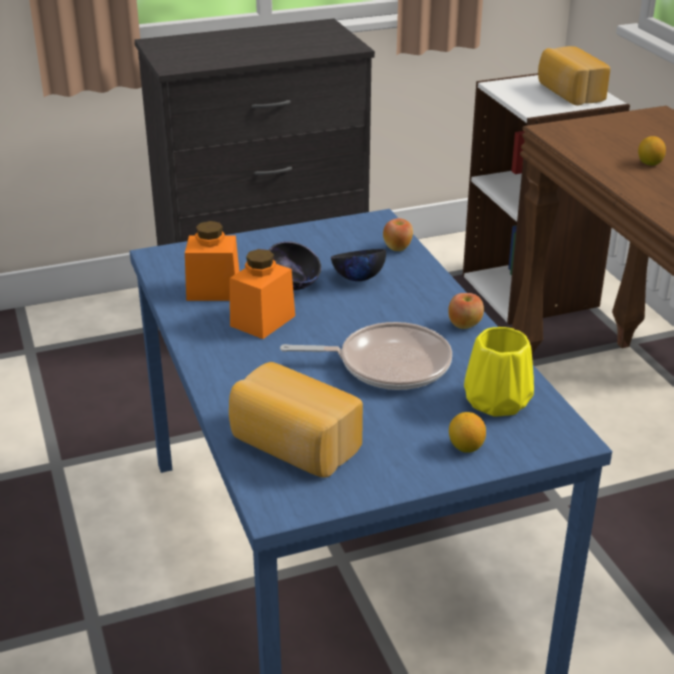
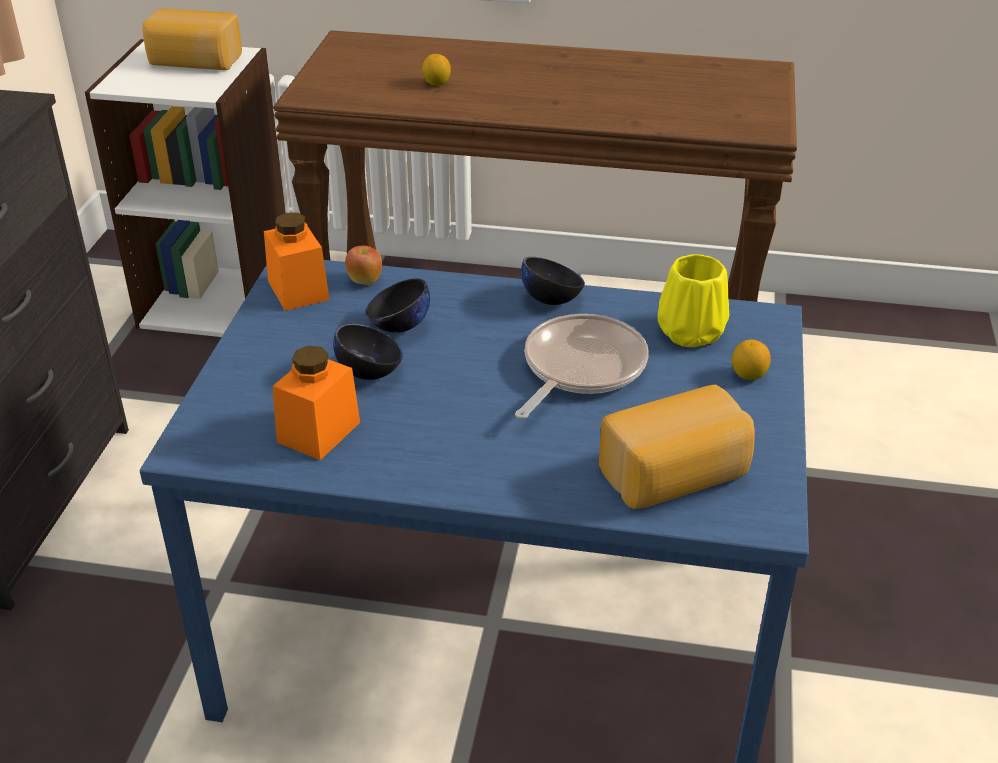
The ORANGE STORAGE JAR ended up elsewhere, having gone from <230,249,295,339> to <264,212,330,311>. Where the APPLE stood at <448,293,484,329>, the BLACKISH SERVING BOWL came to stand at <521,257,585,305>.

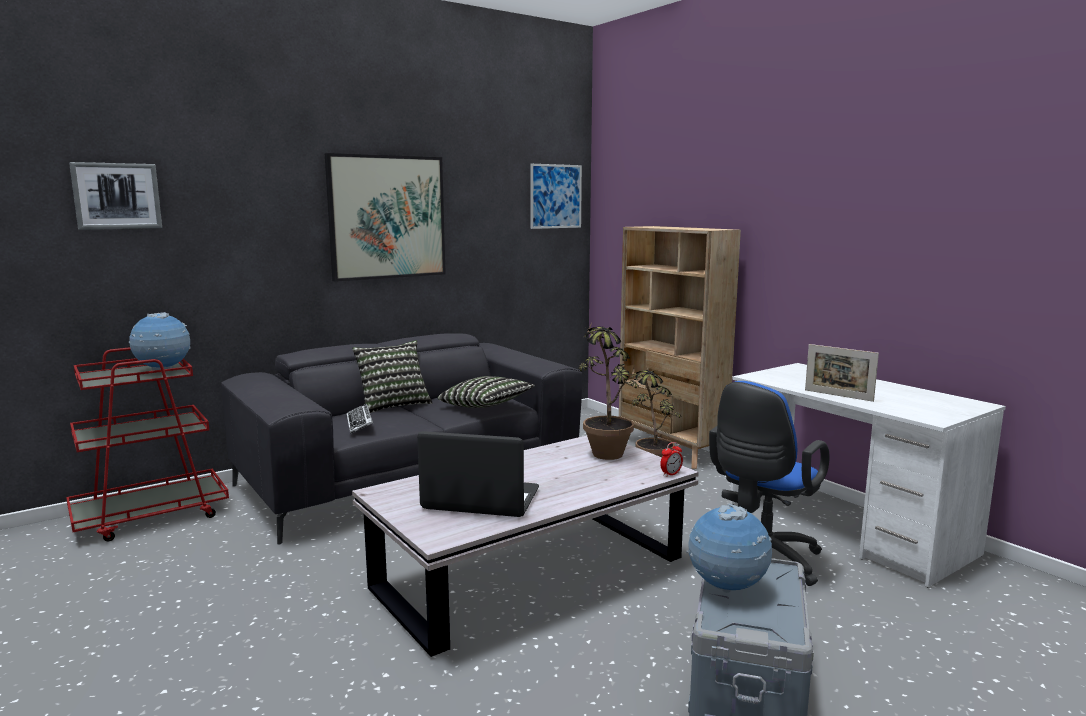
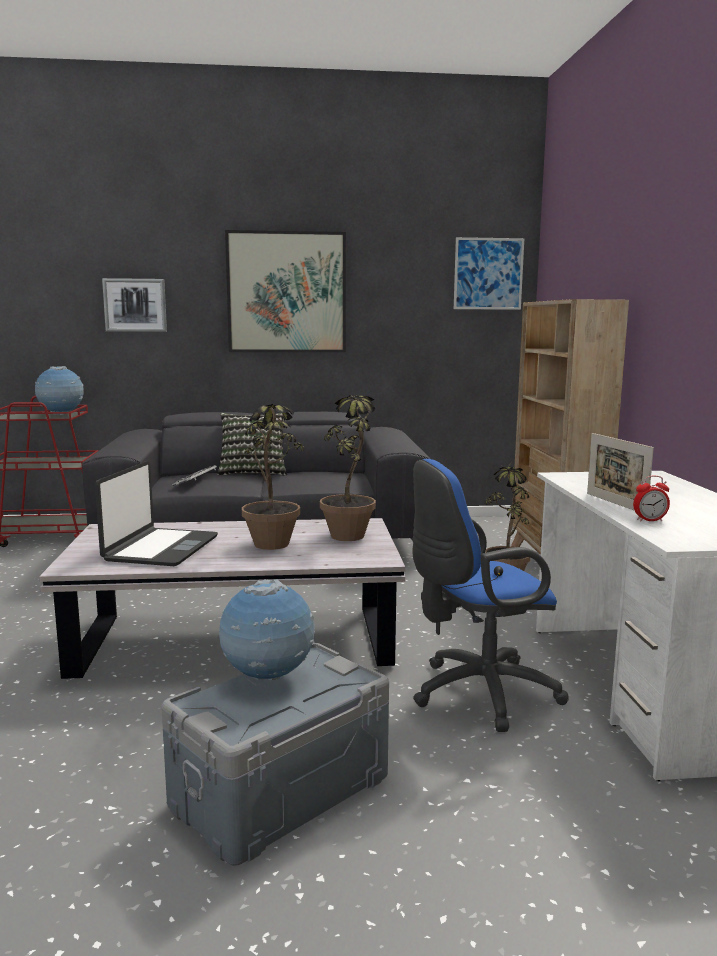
The LAPTOP at <417,431,539,517> ended up facing another way, 60 degrees clockwise from before. The WALL ART ended up elsewhere, having gone from <69,162,162,230> to <102,278,167,332>. The second view gained the POTTED PLANT at <242,404,304,550>. The BEDSIDE CLOCK ended up elsewhere, having gone from <660,442,683,477> to <633,476,670,522>. The second view lost the PILLOW at <438,376,535,408>.

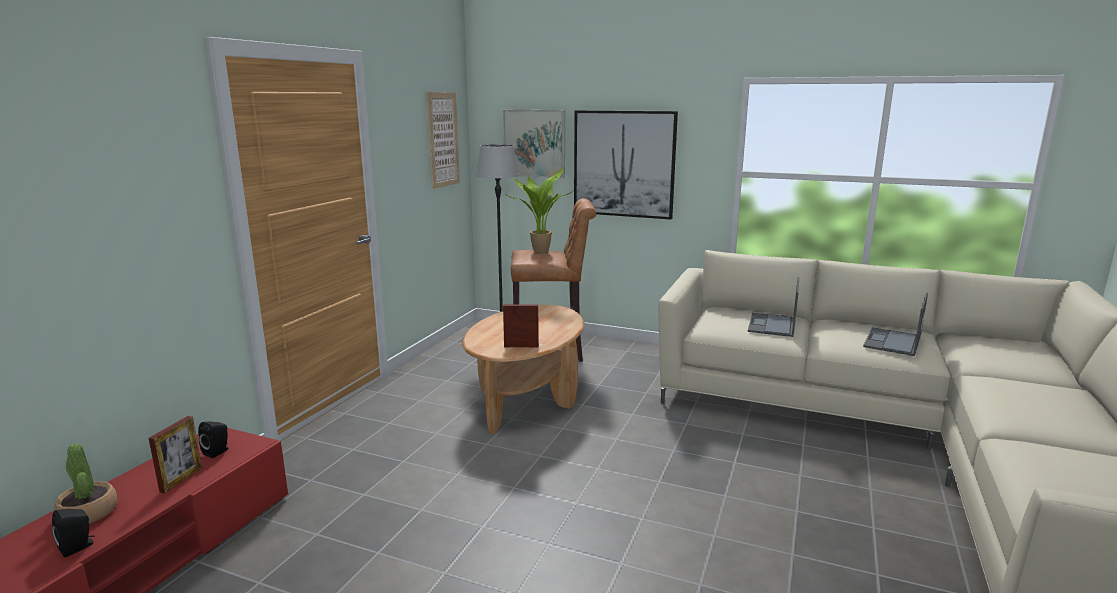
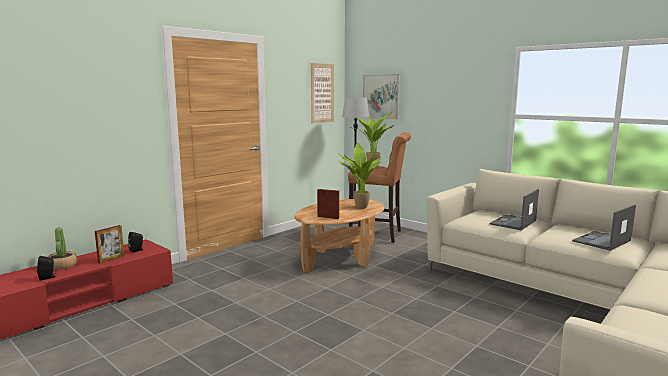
The second view gained the POTTED PLANT at <338,142,381,209>. The second view lost the WALL ART at <574,110,678,219>.

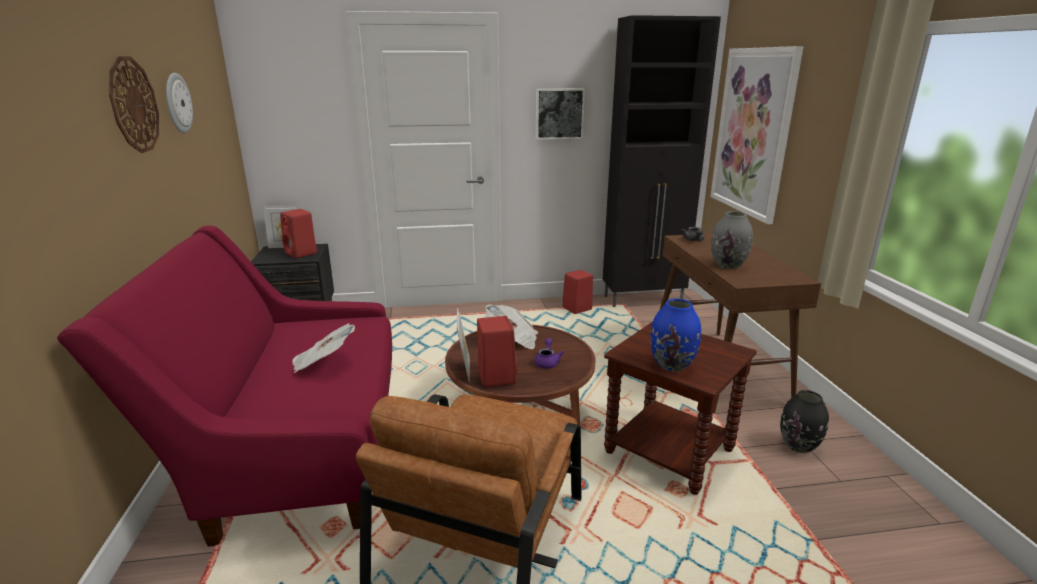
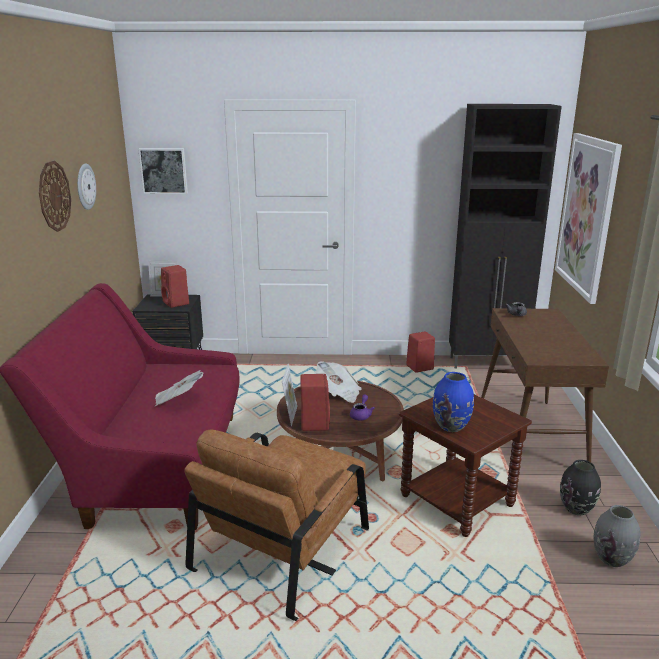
The WALL ART ended up elsewhere, having gone from <536,89,585,140> to <138,148,188,194>. The GRAY VASE ended up elsewhere, having gone from <711,211,753,269> to <594,505,641,567>.

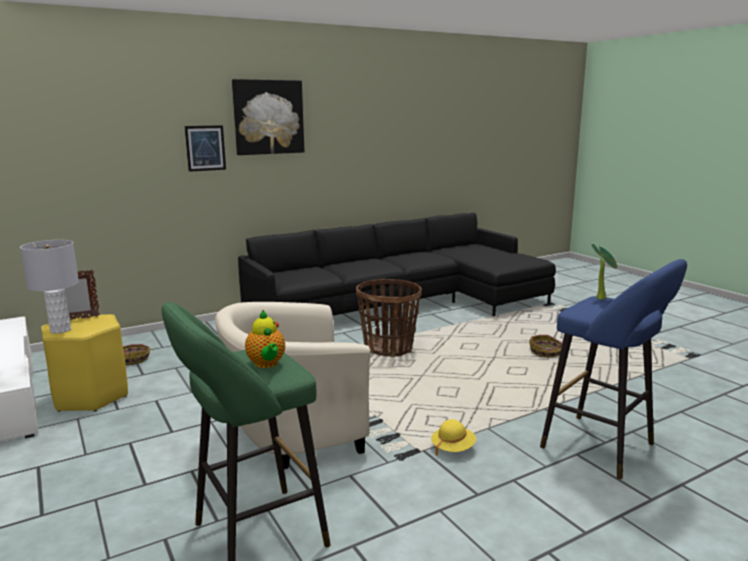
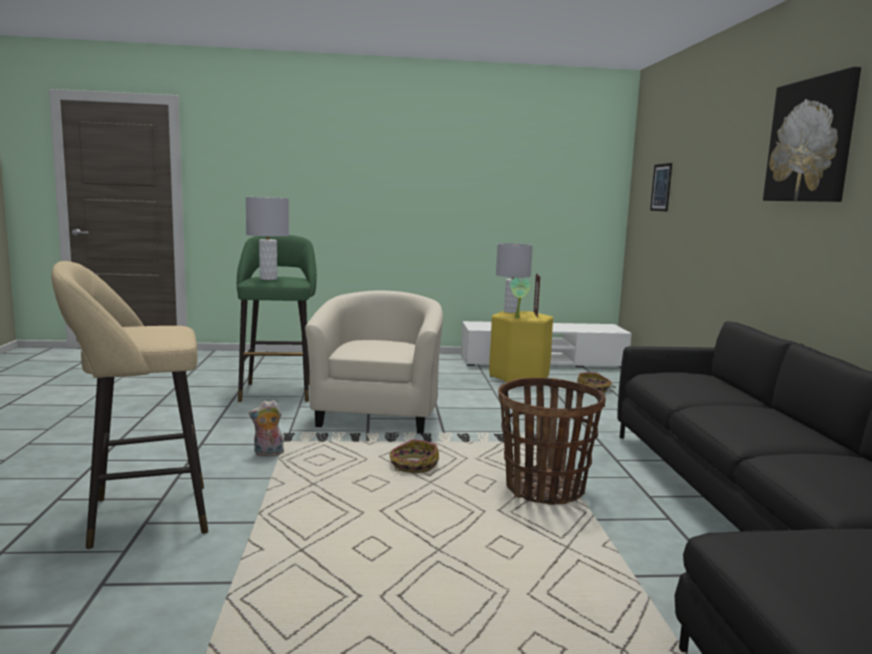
What was the BLUE-COLOURED SITTING STOOL at <540,259,687,479> turned into the BEIGE-COLOURED SITTING STOOL at <51,261,208,549>. Where the POT FOR TEA stood at <245,310,285,368>, the GRAY TABLE LAMP came to stand at <246,197,289,280>. Where the YELLOW-COLOURED WEARABLE HAT stood at <431,419,476,455>, the PLUSH TOY came to stand at <249,400,284,456>. The BASKET ended up elsewhere, having gone from <529,335,562,357> to <389,439,439,473>. The POTTED PLANT ended up elsewhere, having gone from <592,243,617,300> to <510,278,530,318>. The WALL ART ended up elsewhere, having gone from <185,125,226,172> to <650,163,672,212>.

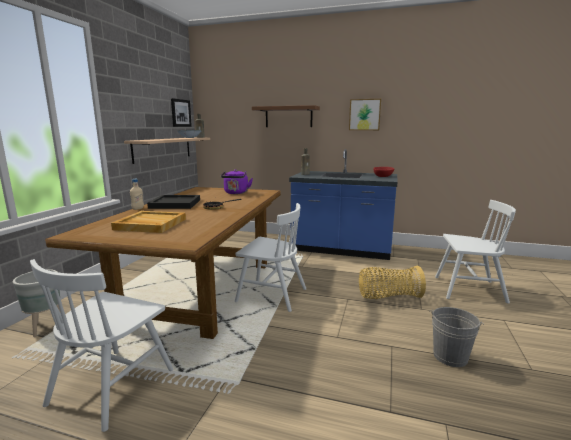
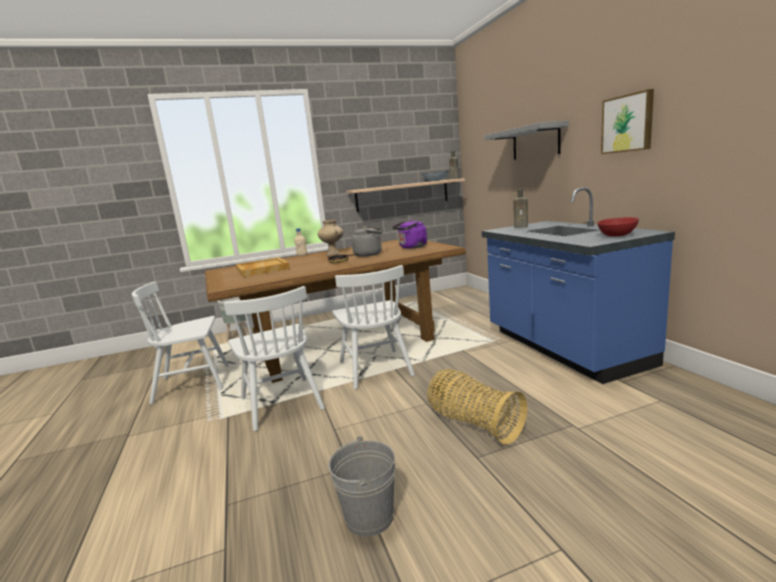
The WHITISH PLAIN CHAIR ended up elsewhere, having gone from <435,200,516,304> to <224,286,325,431>. Where the BLACKISH TRAY stood at <147,195,200,209>, the BEIGE-COLOURED VASE came to stand at <318,220,343,256>. The second view gained the GRAY TEA KETTLE at <351,226,382,257>. What was the BROWN-COLOURED BRACKET SHELF at <252,105,320,127> turned into the GRAY BRACKET SHELF at <485,120,569,160>. The second view lost the WALL ART at <171,98,192,127>.

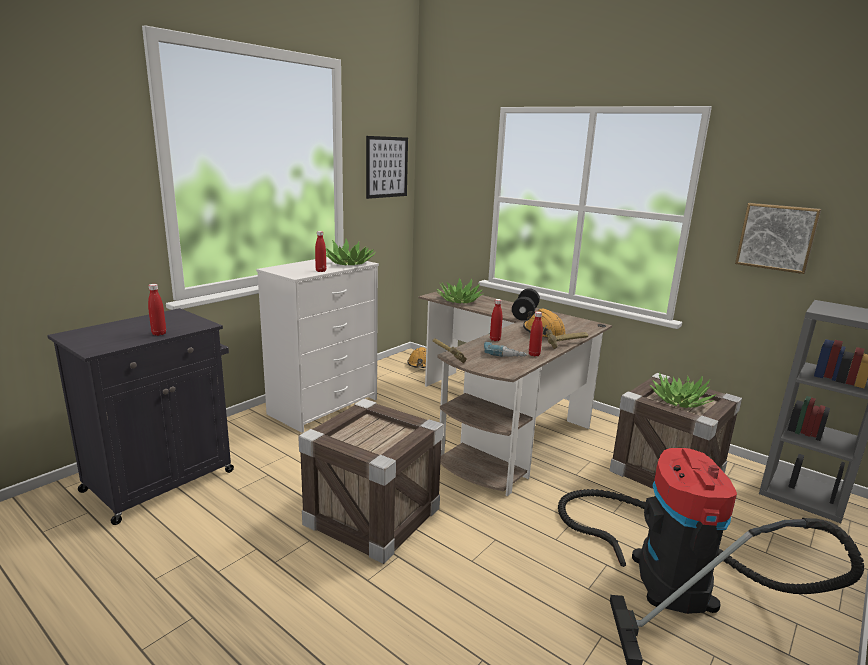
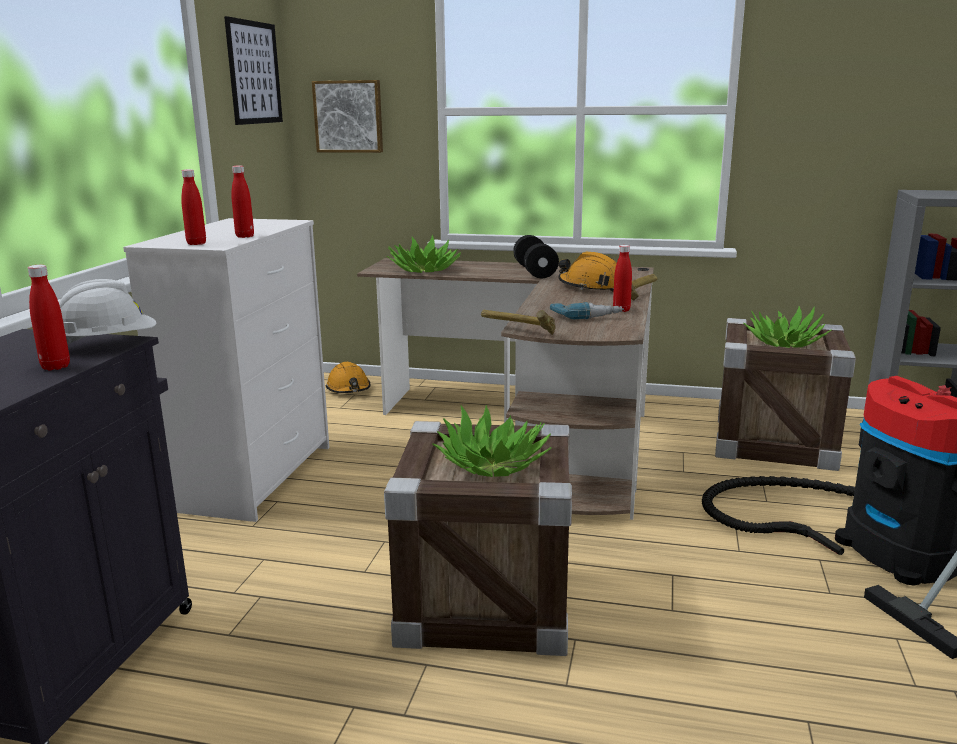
The second view gained the WHITISH SAFETY HELMET at <59,279,156,344>. The RED BEVERAGE BOTTLE ended up elsewhere, having gone from <490,299,502,341> to <181,169,206,245>. The WALL ART ended up elsewhere, having gone from <735,203,821,274> to <312,80,383,153>. The POTTED PLANT ended up elsewhere, having gone from <326,239,376,265> to <432,405,552,477>.

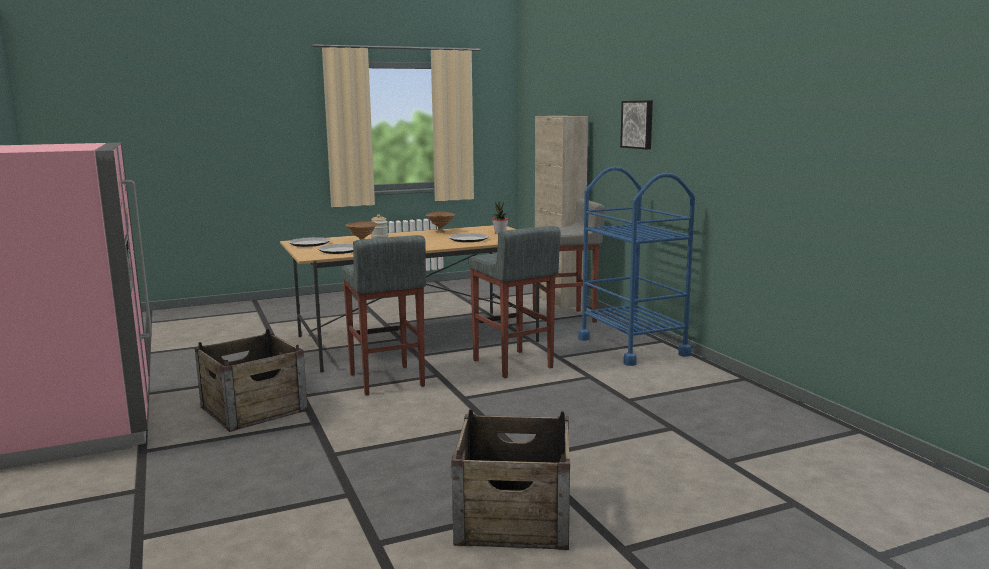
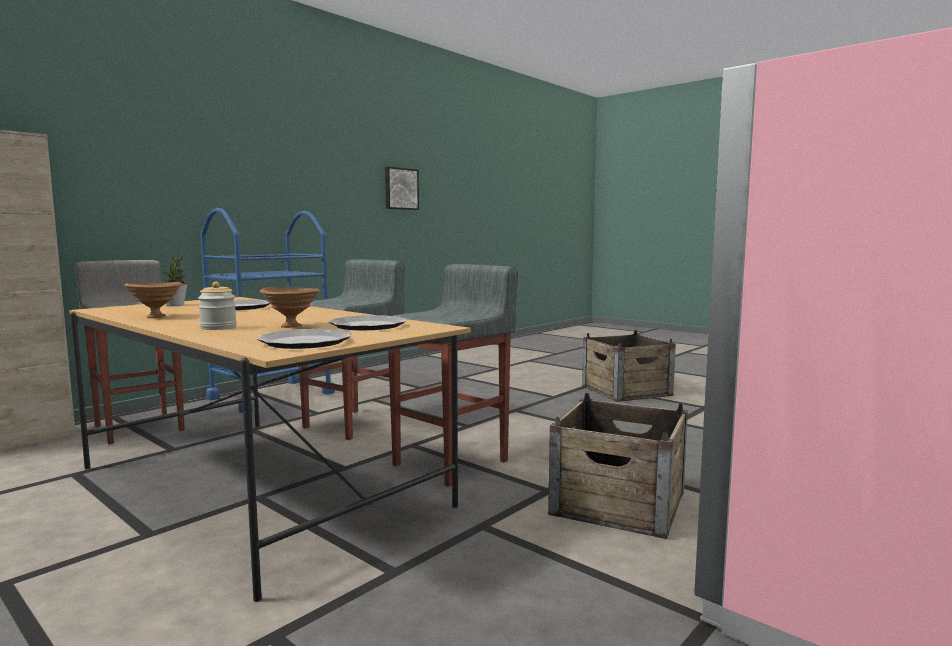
The WALL ART ended up elsewhere, having gone from <620,100,653,149> to <385,167,419,210>.

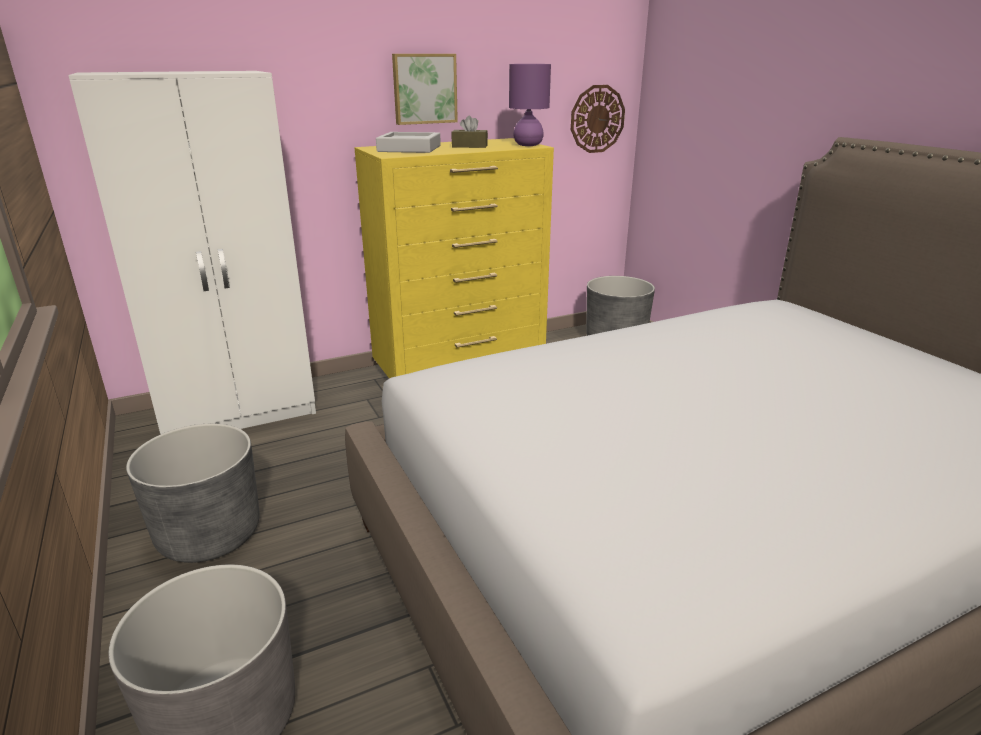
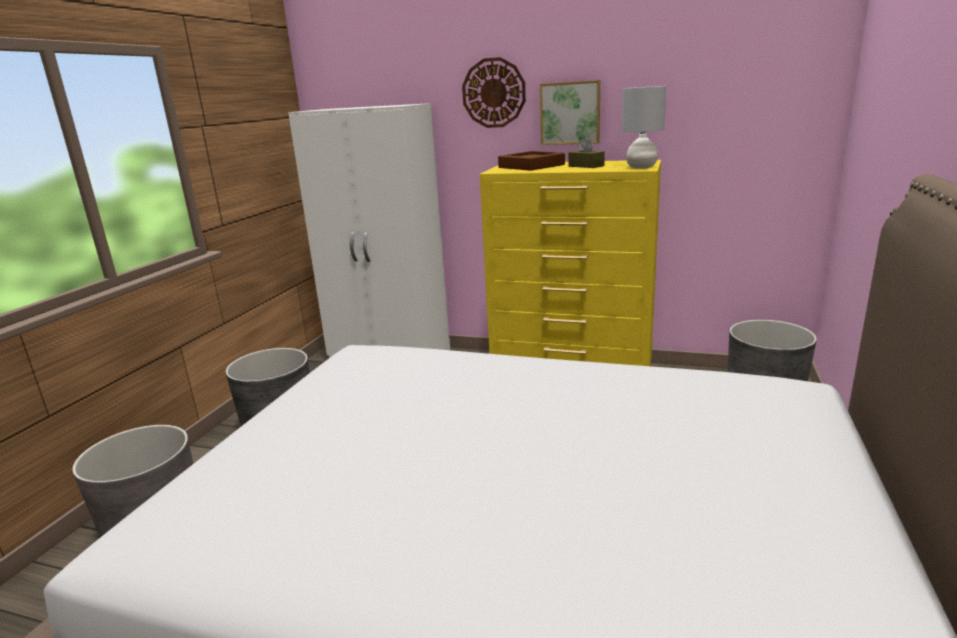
The HANGING CLOCK ended up elsewhere, having gone from <571,85,625,153> to <462,57,526,128>. What was the GRAY TRAY at <376,132,441,153> turned into the BROWN-COLOURED TRAY at <498,151,565,171>. What was the PURPLE-COLOURED TABLE LAMP at <509,64,551,146> turned into the GRAY TABLE LAMP at <622,86,667,169>.

